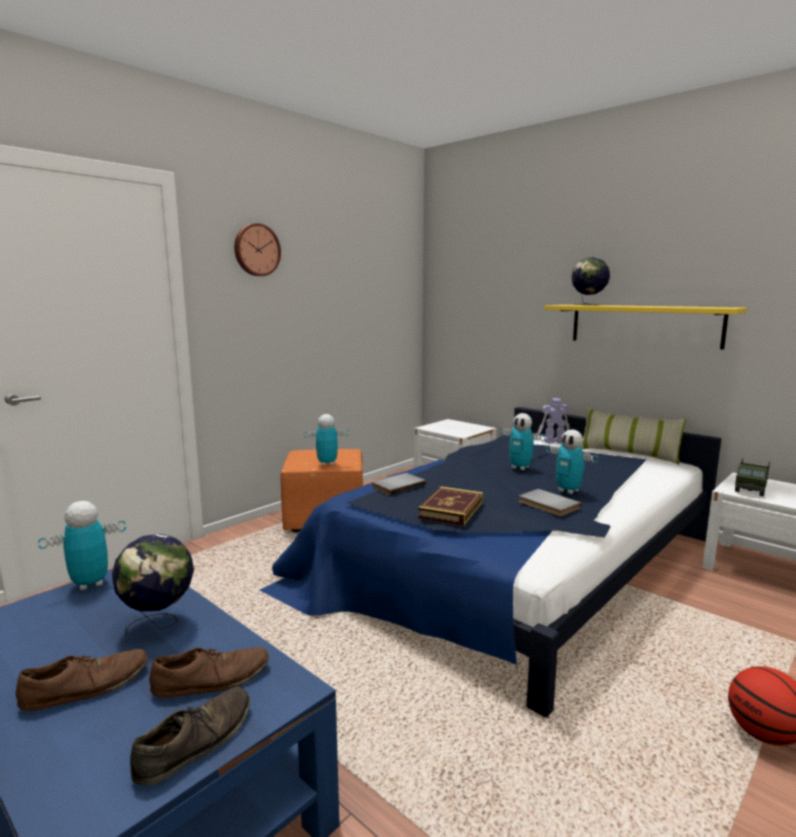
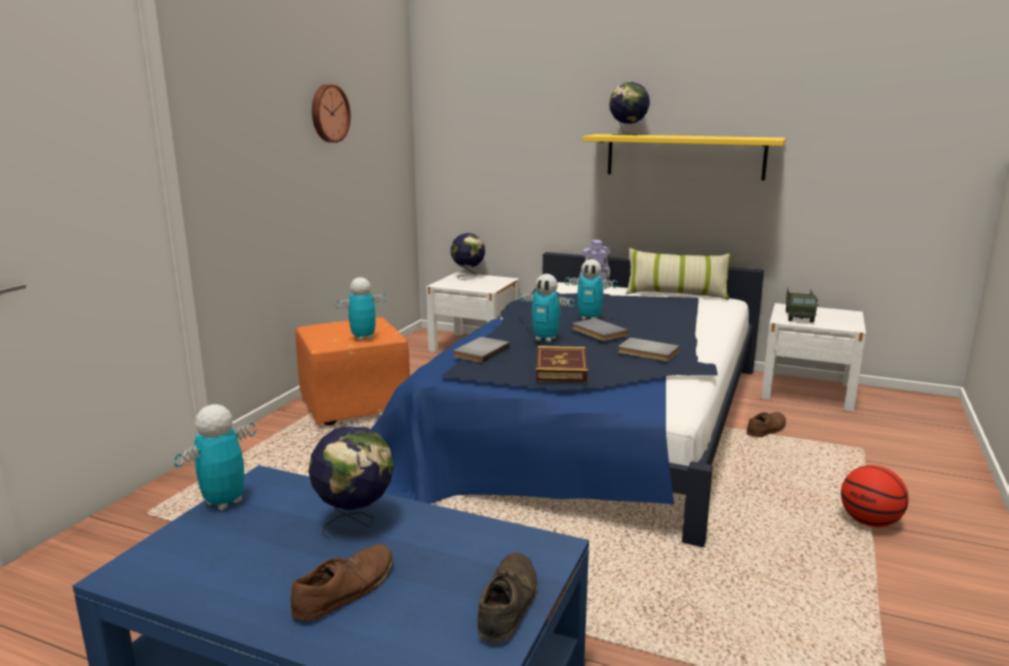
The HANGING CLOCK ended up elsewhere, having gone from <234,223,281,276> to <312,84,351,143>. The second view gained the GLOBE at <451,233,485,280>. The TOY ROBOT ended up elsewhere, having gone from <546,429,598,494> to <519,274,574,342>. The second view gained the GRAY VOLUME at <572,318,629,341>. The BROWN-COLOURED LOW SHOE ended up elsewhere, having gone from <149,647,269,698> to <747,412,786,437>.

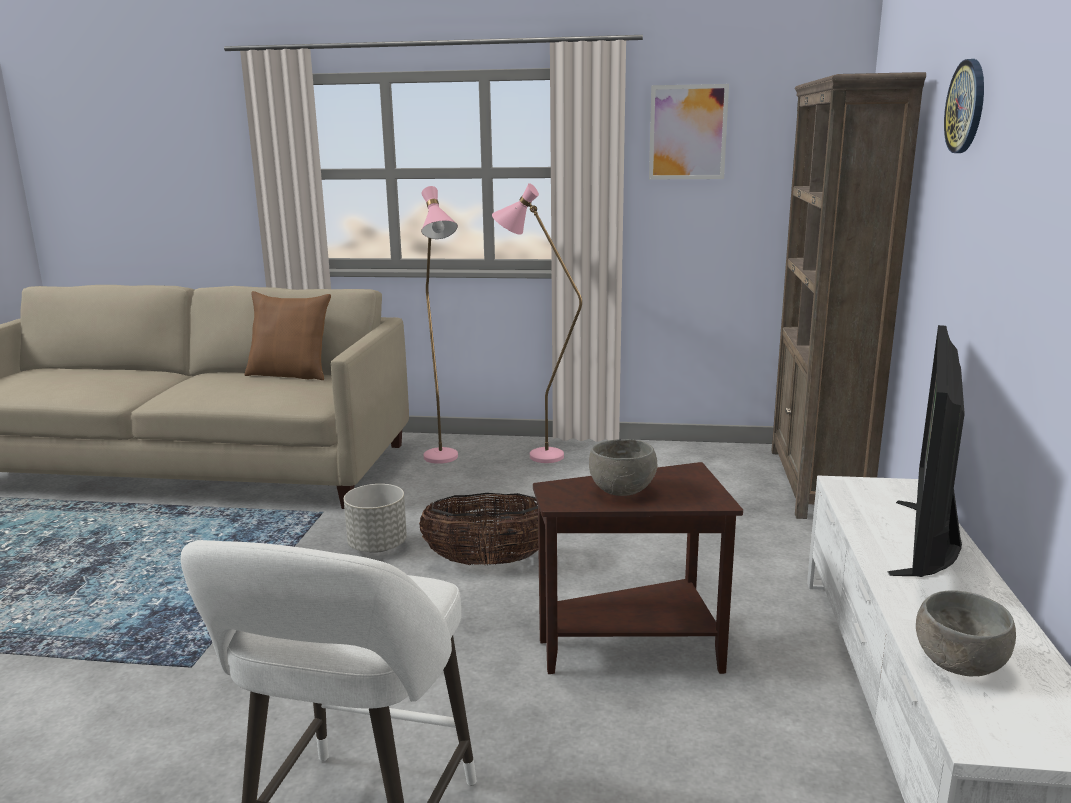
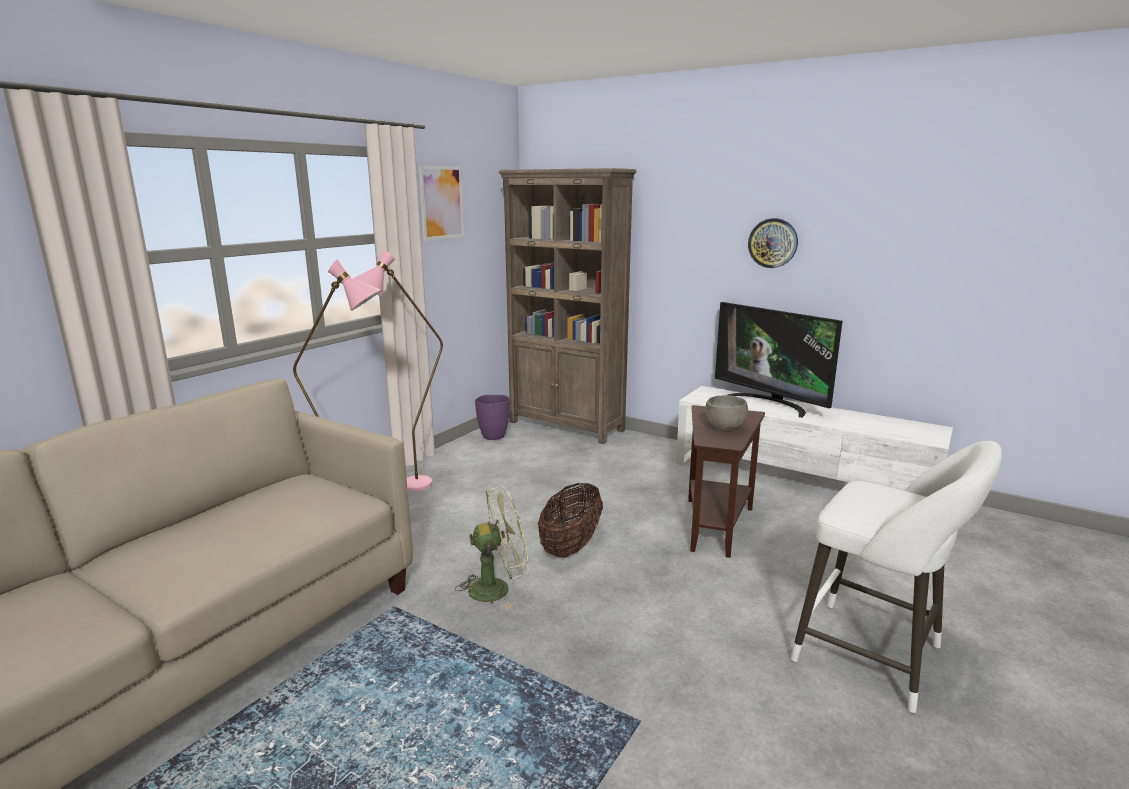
Where the GRAY PLANTER stood at <344,484,407,553>, the GREEN COOLING FAN came to stand at <455,486,529,609>. The second view gained the PURPLE-COLOURED VASE at <475,395,510,440>. The HANGING CLOCK ended up elsewhere, having gone from <944,59,984,153> to <748,218,798,268>. The second view lost the BROWN-COLOURED PILLOW at <245,291,331,380>. The second view lost the GRAY SERVING BOWL at <916,591,1016,676>.

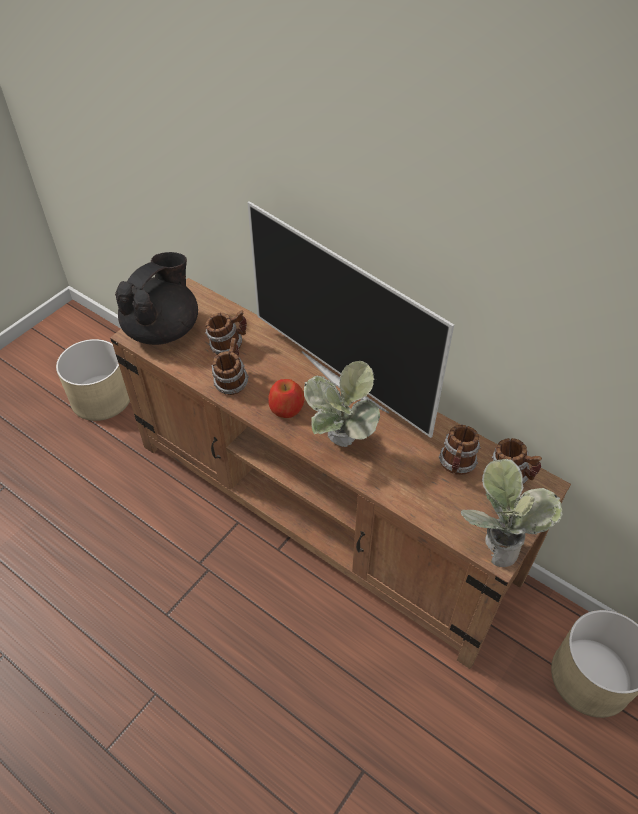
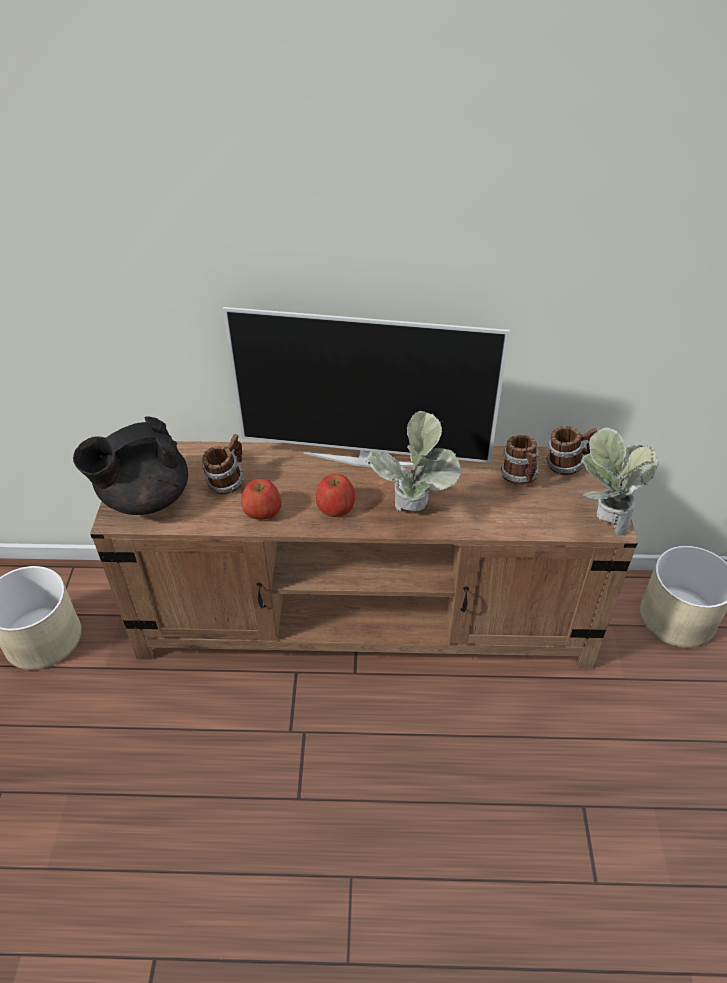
The BLACKISH POT FOR TEA at <115,252,198,345> ended up facing another way, 120 degrees counterclockwise from before. Where the TEA MUG stood at <212,338,249,395>, the APPLE came to stand at <241,479,282,520>.

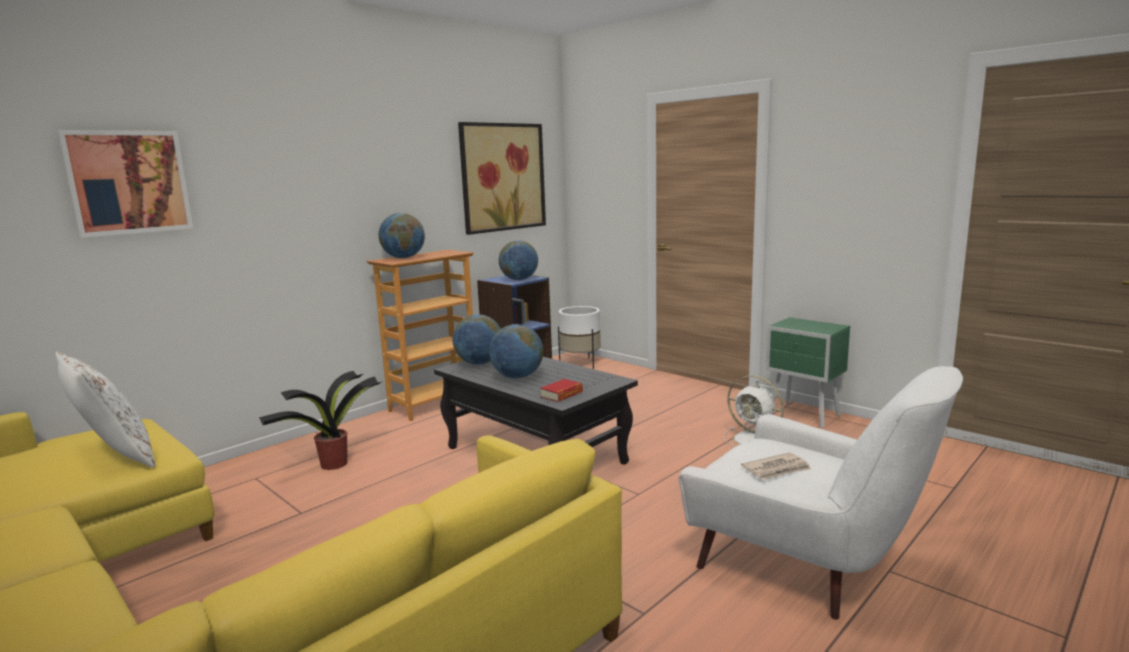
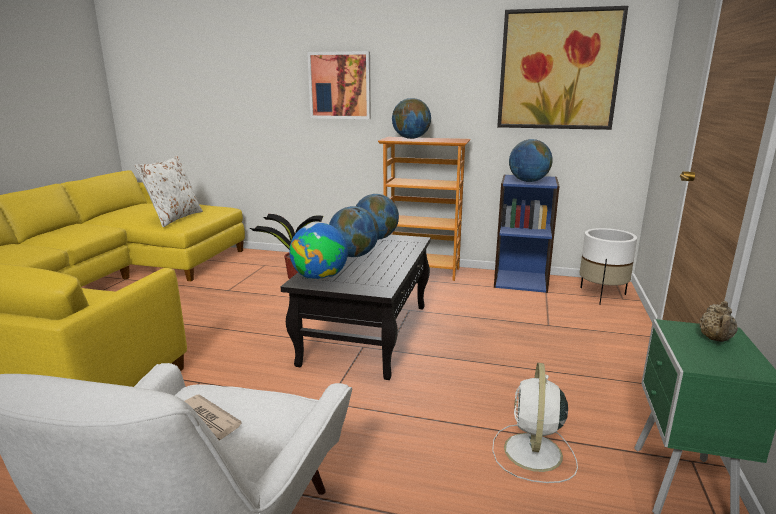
Where the VOLUME stood at <540,379,583,402>, the GLOBE came to stand at <289,223,348,280>. The WALL ART ended up elsewhere, having gone from <57,130,193,238> to <307,51,371,119>. The second view gained the BEIGE-COLOURED POT FOR TEA at <699,301,738,342>.

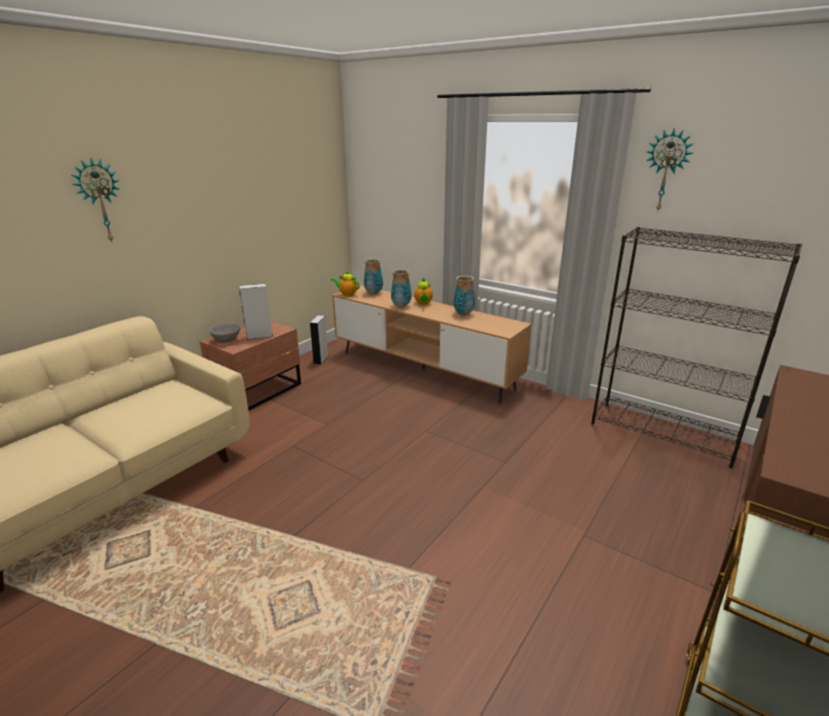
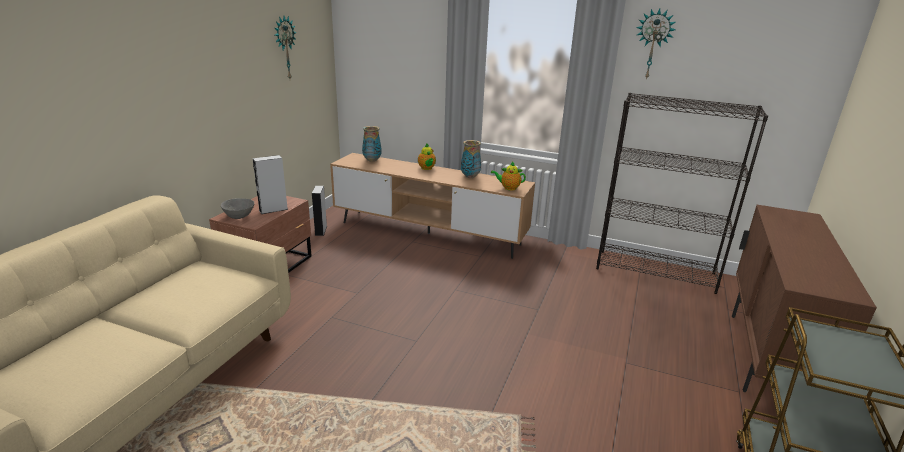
The HANGING CLOCK ended up elsewhere, having gone from <72,158,121,242> to <275,16,297,79>. The POT FOR TEA ended up elsewhere, having gone from <331,270,360,296> to <491,162,526,191>. The second view lost the VASE at <391,269,411,308>.

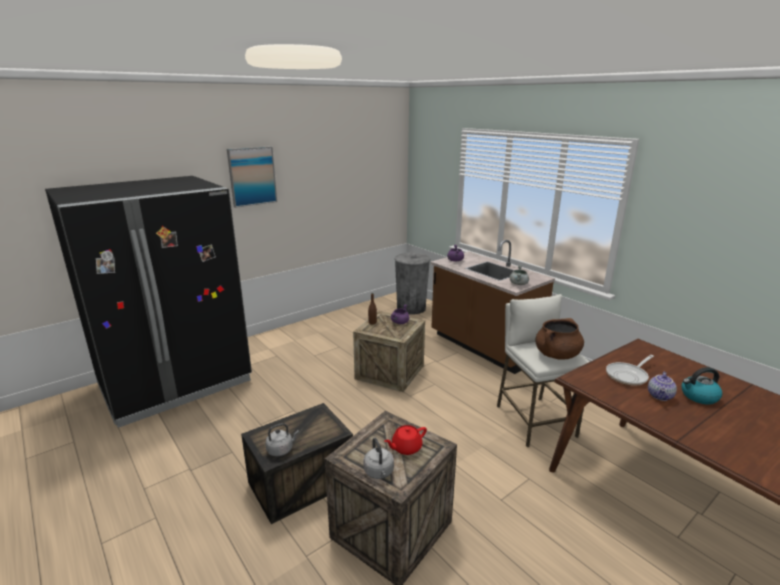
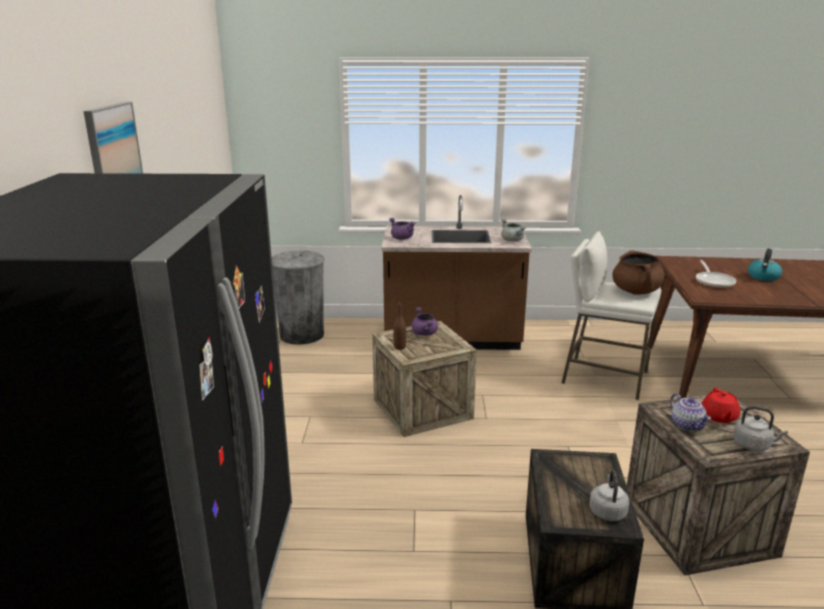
The POT FOR TEA ended up elsewhere, having gone from <648,371,677,401> to <670,393,711,431>.

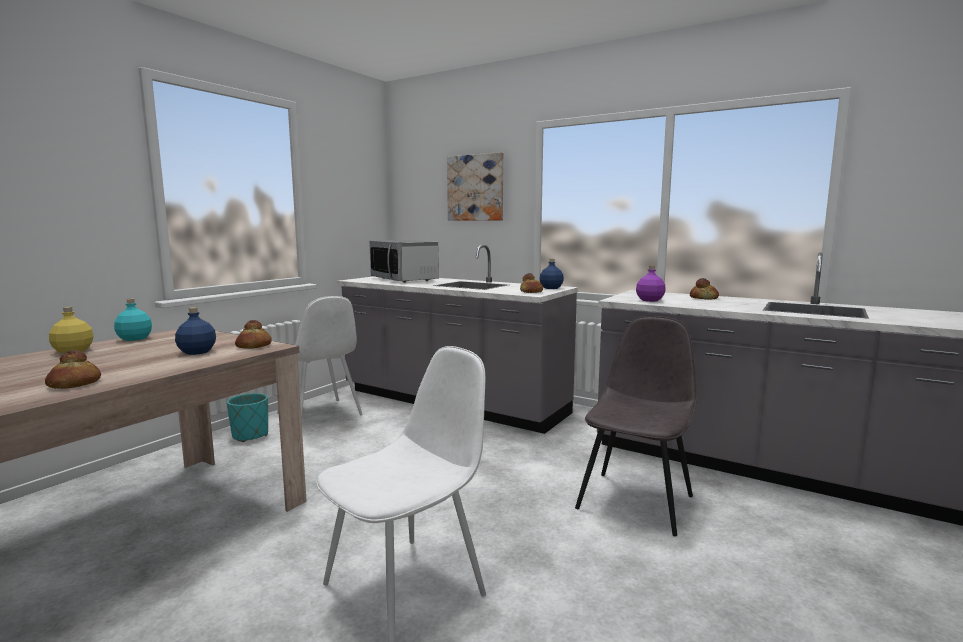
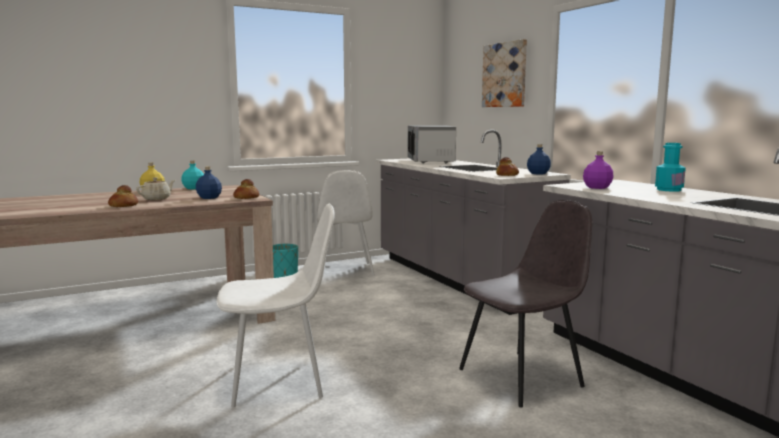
The second view gained the BEIGE-COLOURED POT FOR TEA at <136,177,175,200>. Where the BAKED BREAD stood at <690,278,719,300>, the TURQUOISE BEVERAGE BOTTLE came to stand at <655,143,686,192>.

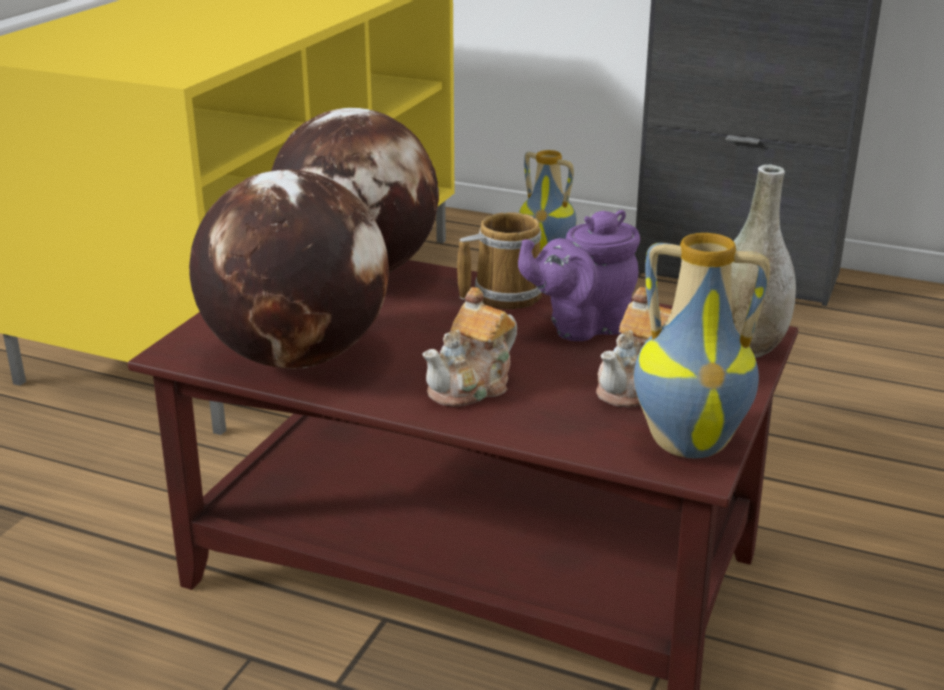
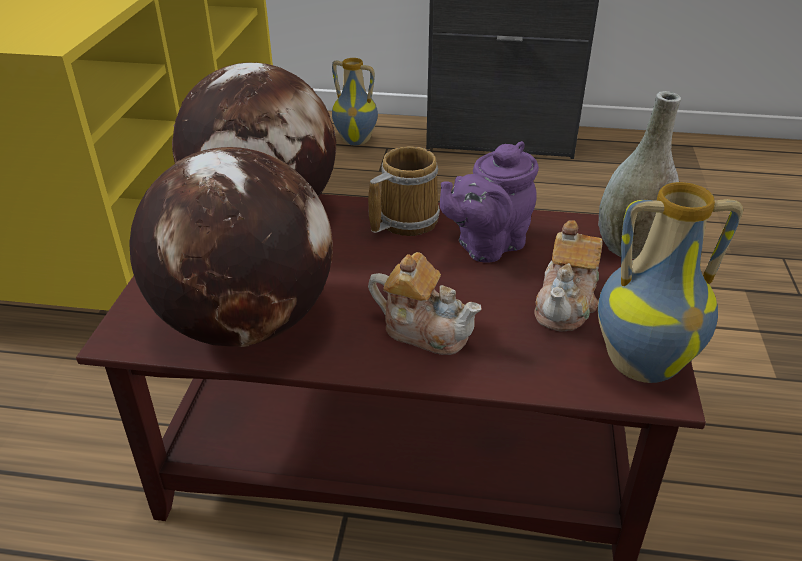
The POT FOR TEA at <422,287,517,407> ended up facing another way, 90 degrees counterclockwise from before.

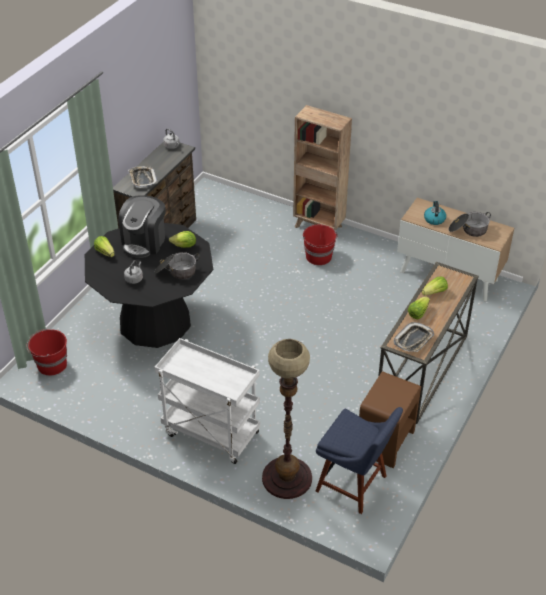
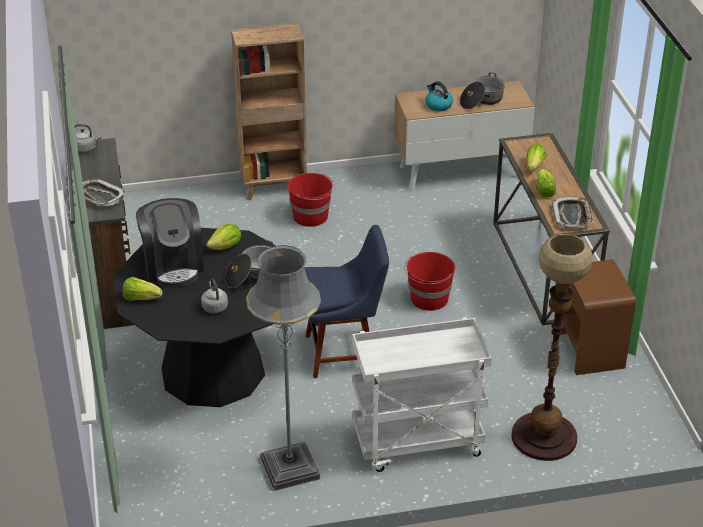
The second view gained the GRAY STANDING LAMP at <246,245,321,491>. The BLUE-COLOURED PLAIN CHAIR ended up elsewhere, having gone from <315,407,403,514> to <305,225,389,378>. The RED WATER BUCKET ended up elsewhere, having gone from <27,329,67,376> to <405,252,455,311>.

